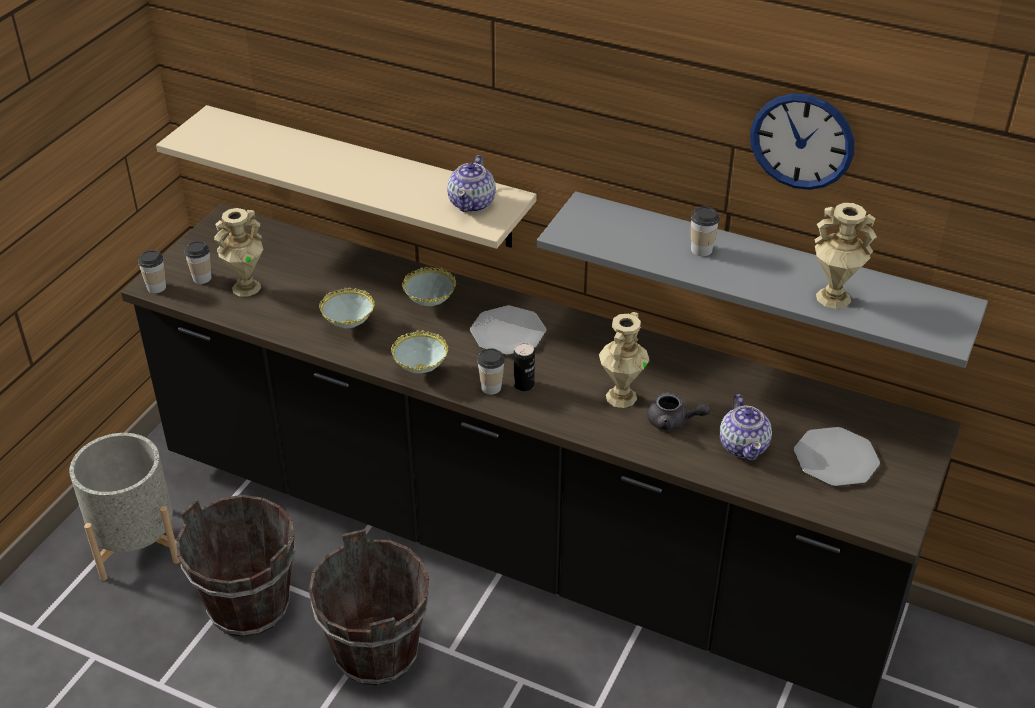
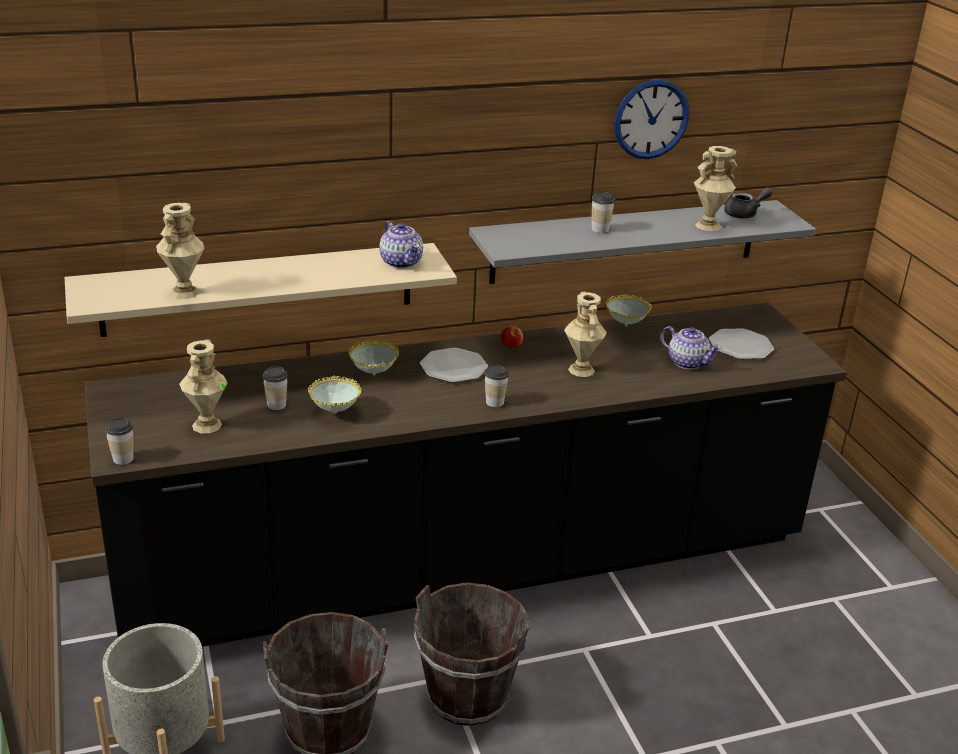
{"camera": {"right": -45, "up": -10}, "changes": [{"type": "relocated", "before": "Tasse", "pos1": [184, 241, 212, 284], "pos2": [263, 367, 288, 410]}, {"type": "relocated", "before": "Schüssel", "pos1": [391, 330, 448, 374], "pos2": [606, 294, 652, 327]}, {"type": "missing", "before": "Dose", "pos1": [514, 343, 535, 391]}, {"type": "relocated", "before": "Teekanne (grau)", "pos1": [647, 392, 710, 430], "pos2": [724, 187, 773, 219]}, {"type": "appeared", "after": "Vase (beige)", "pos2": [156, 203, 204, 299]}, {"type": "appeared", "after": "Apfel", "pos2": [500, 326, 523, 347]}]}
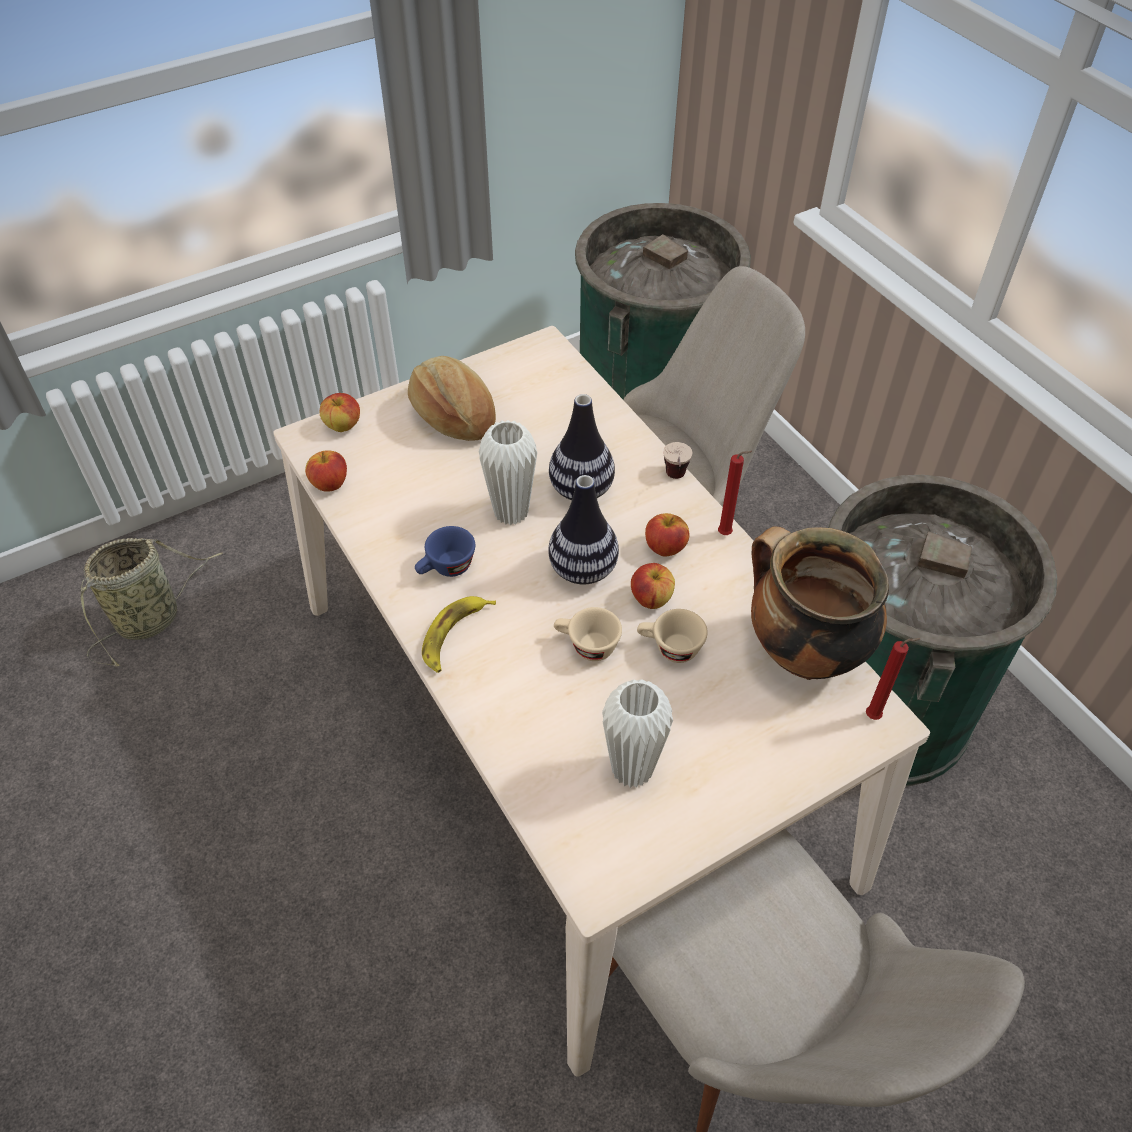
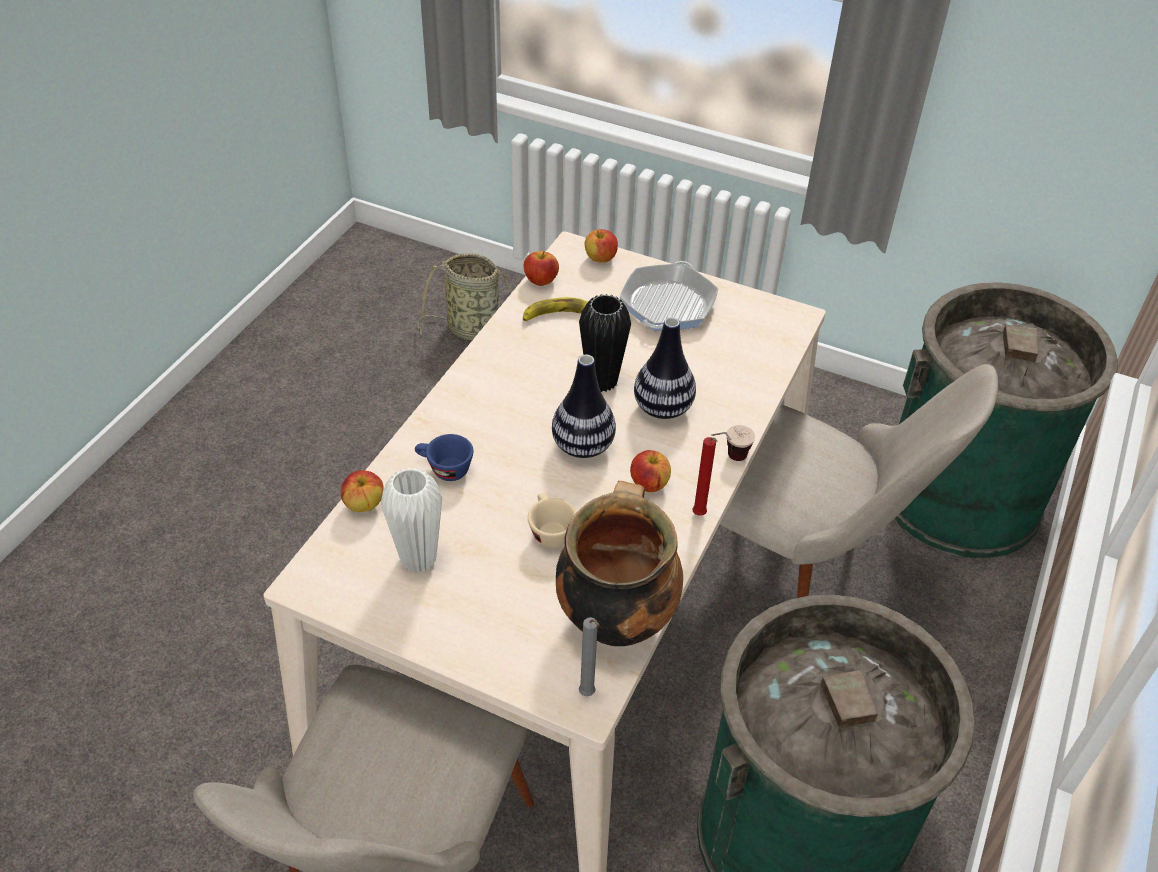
{"camera": {"right": 55, "up": -5}, "changes": [{"type": "exchanged", "before": "Brot", "after": "Pfanne", "pos1": [408, 356, 496, 441], "pos2": [620, 261, 718, 331]}, {"type": "relocated", "before": "Tasse (blau)", "pos1": [415, 526, 475, 577], "pos2": [415, 434, 473, 481]}, {"type": "relocated", "before": "Banane", "pos1": [422, 596, 496, 673], "pos2": [523, 297, 588, 321]}, {"type": "colour", "before": "Vase (weiß)", "after": "Vase (schwarz)", "pos1": [479, 420, 537, 525], "pos2": [579, 294, 631, 392]}, {"type": "missing", "before": "Tasse (beige)", "pos1": [554, 607, 622, 661]}, {"type": "relocated", "before": "Apfel", "pos1": [631, 563, 675, 609], "pos2": [341, 470, 384, 512]}, {"type": "colour", "before": "Kerze (rot)", "after": "Kerze (grau)", "pos1": [866, 638, 920, 720], "pos2": [579, 617, 599, 697]}]}
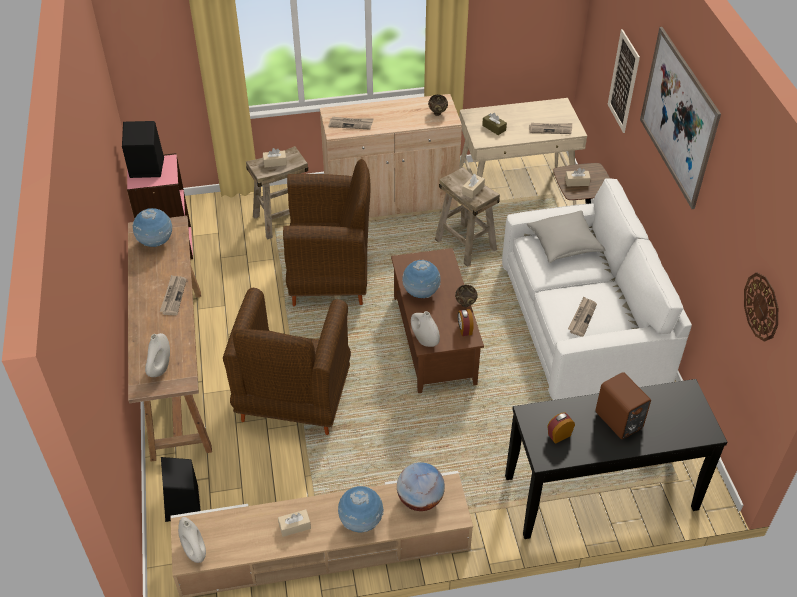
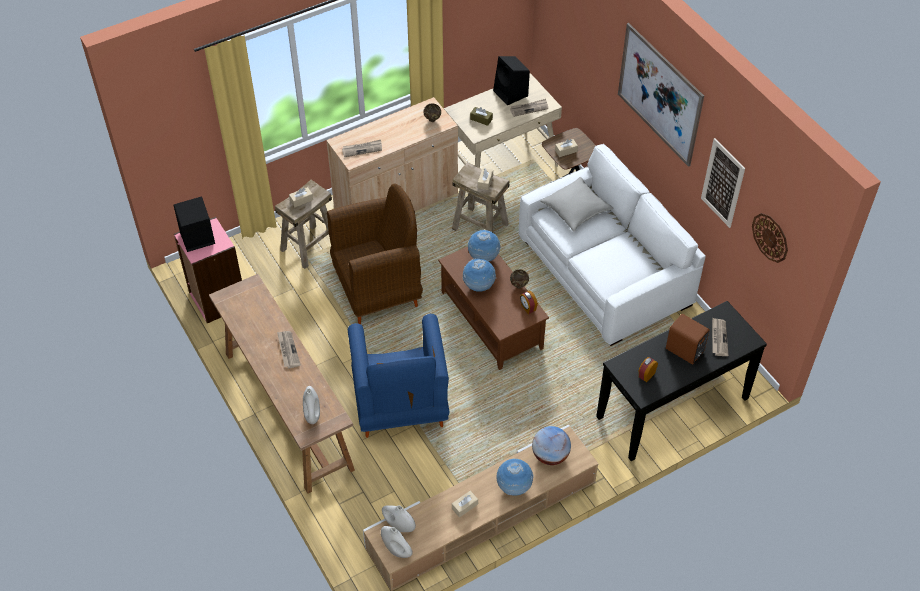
{"camera": {"right": -20, "up": 5}, "changes": [{"type": "relocated", "before": "Globus", "pos1": [133, 208, 172, 247], "pos2": [468, 230, 501, 261]}, {"type": "relocated", "before": "Lautsprecher (schwarz)", "pos1": [161, 457, 201, 522], "pos2": [493, 56, 530, 105]}, {"type": "colour", "before": "Sessel (braun)", "after": "Sessel (blau)", "pos1": [223, 288, 351, 435], "pos2": [348, 314, 450, 438]}, {"type": "relocated", "before": "Vase (weiß)", "pos1": [411, 311, 440, 347], "pos2": [382, 505, 416, 532]}, {"type": "relocated", "before": "Zeitung", "pos1": [568, 297, 597, 337], "pos2": [712, 318, 729, 356]}, {"type": "relocated", "before": "Bild", "pos1": [608, 29, 640, 133], "pos2": [701, 138, 745, 228]}]}
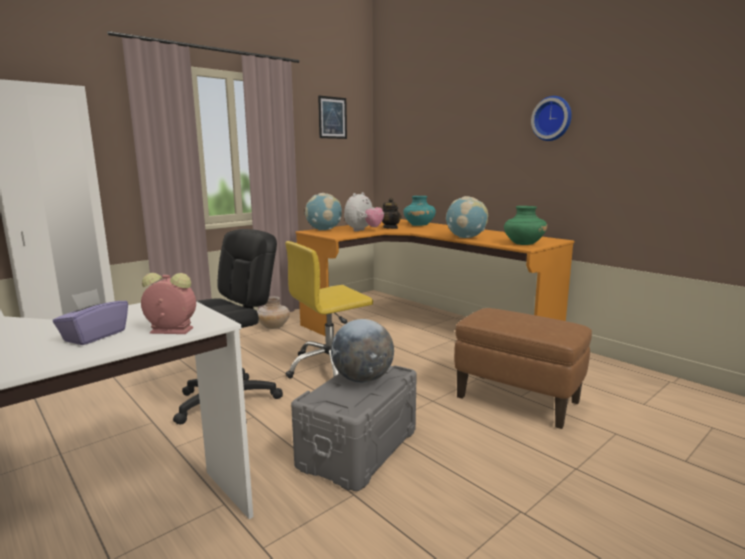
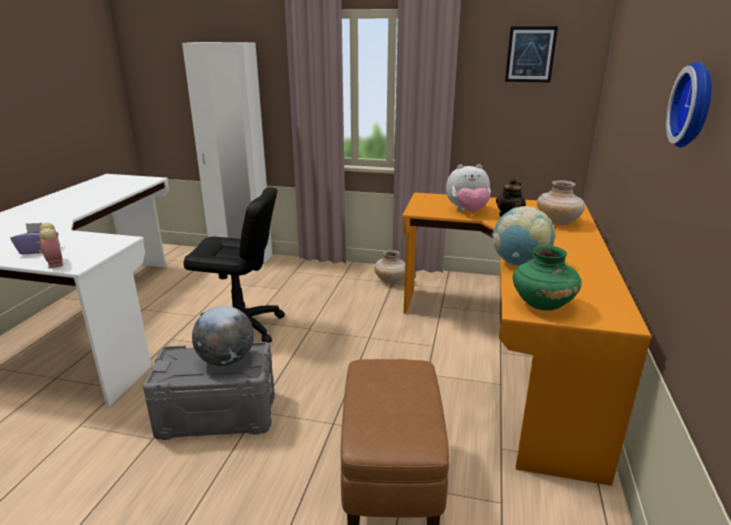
{"camera": {"right": 55, "up": 10}, "changes": [{"type": "missing", "before": "Bürostuhl (gelb)", "pos1": [285, 241, 373, 379]}, {"type": "missing", "before": "Globus", "pos1": [305, 193, 342, 231]}, {"type": "colour", "before": "Vase (türkis)", "after": "Vase (beige)", "pos1": [404, 196, 436, 226], "pos2": [537, 181, 585, 225]}]}
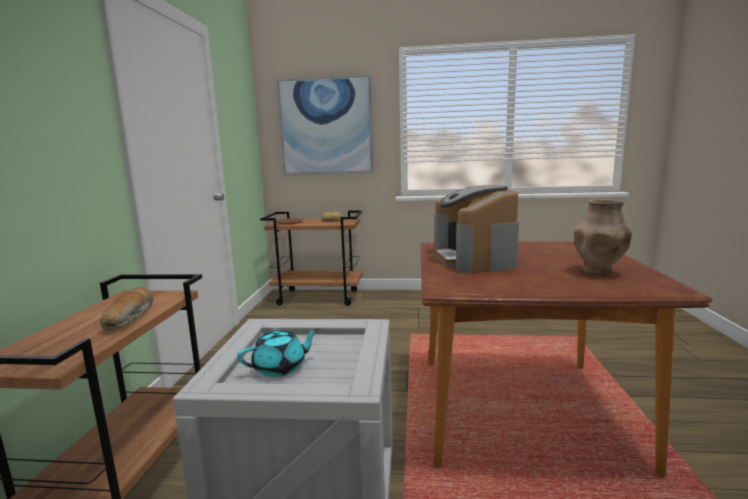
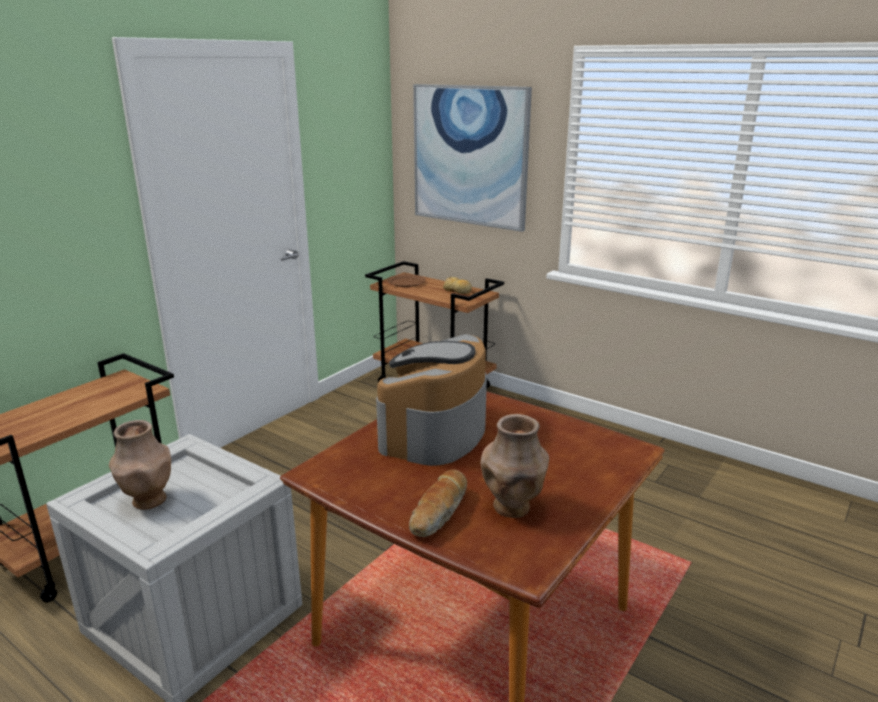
{"camera": {"right": 30, "up": 10}, "changes": [{"type": "relocated", "before": "Brot", "pos1": [100, 287, 153, 331], "pos2": [409, 469, 467, 537]}, {"type": "exchanged", "before": "Teekanne (türkis)", "after": "Vase (braun)", "pos1": [237, 329, 319, 377], "pos2": [109, 420, 171, 510]}]}
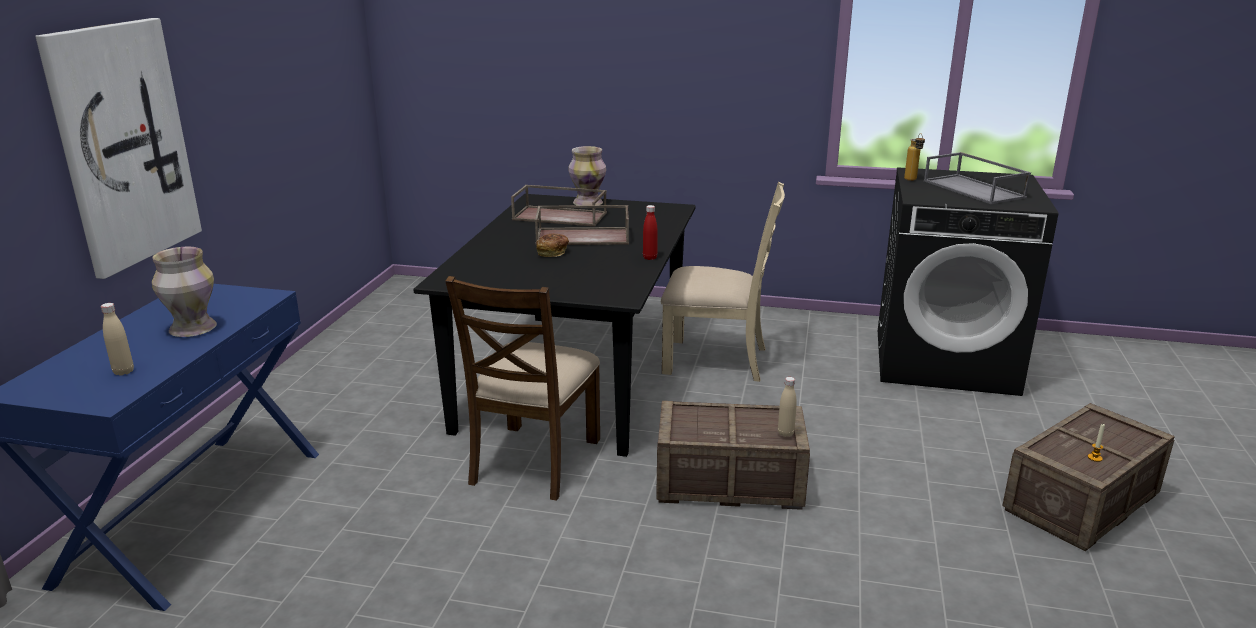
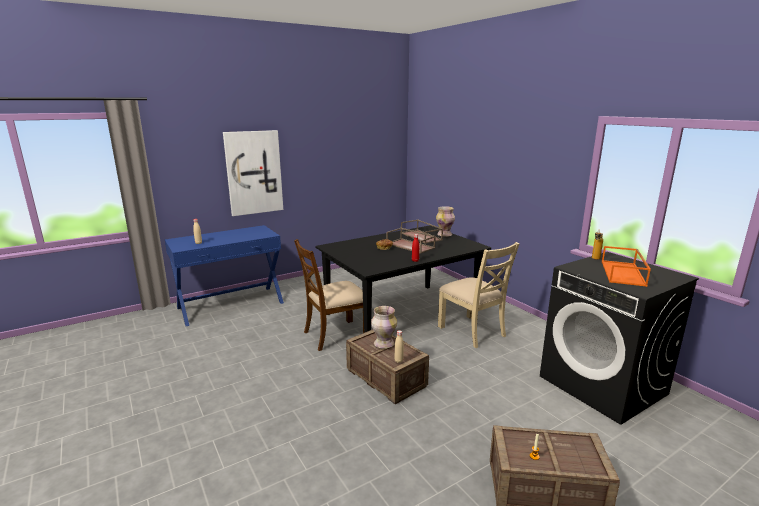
{"camera": {"right": 45, "up": -5}, "changes": [{"type": "relocated", "before": "Vase", "pos1": [152, 247, 217, 337], "pos2": [371, 306, 397, 349]}, {"type": "colour", "before": "Tablett (grau)", "after": "Tablett (orange)", "pos1": [924, 152, 1031, 204], "pos2": [602, 246, 651, 287]}]}
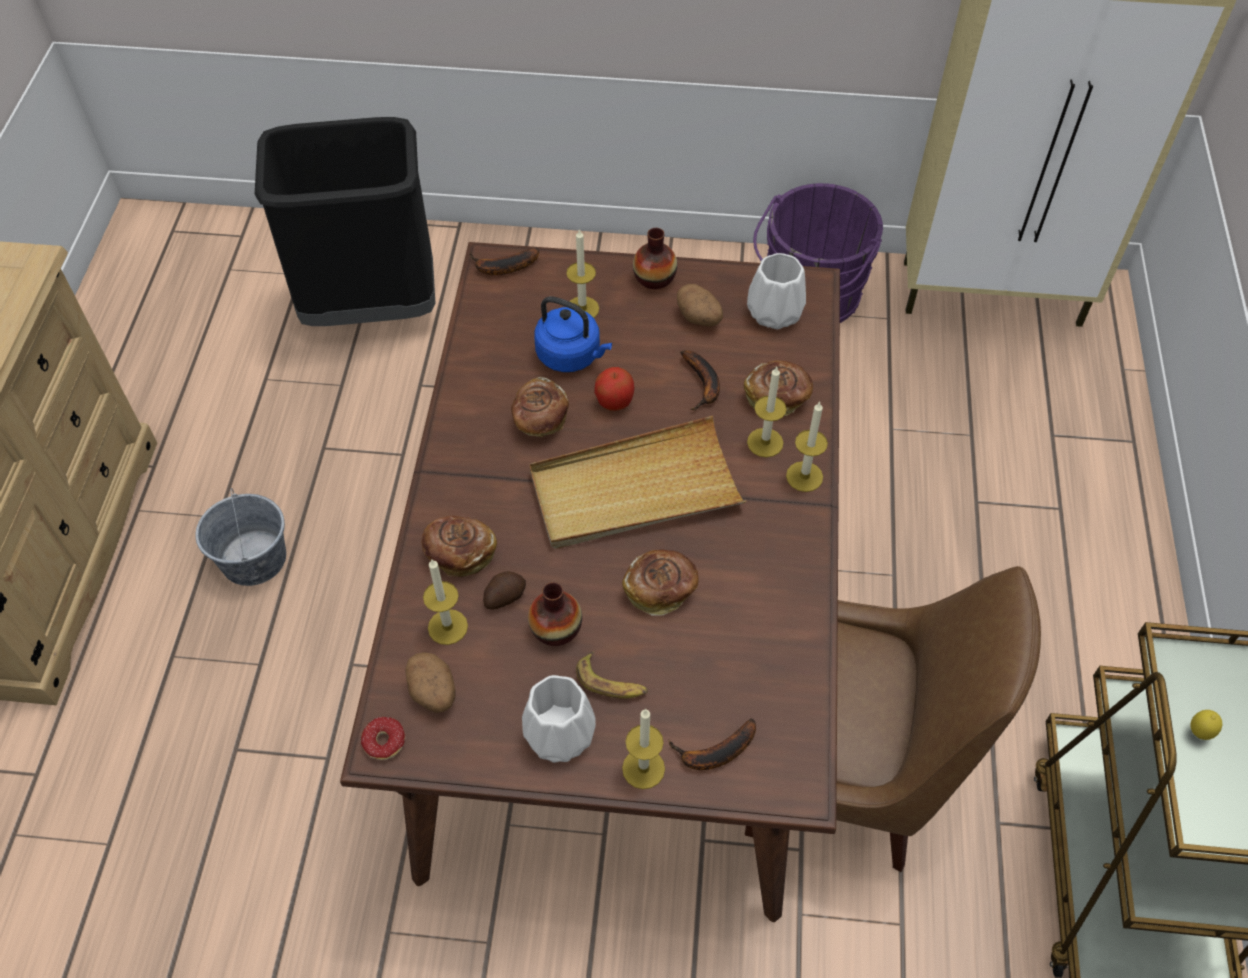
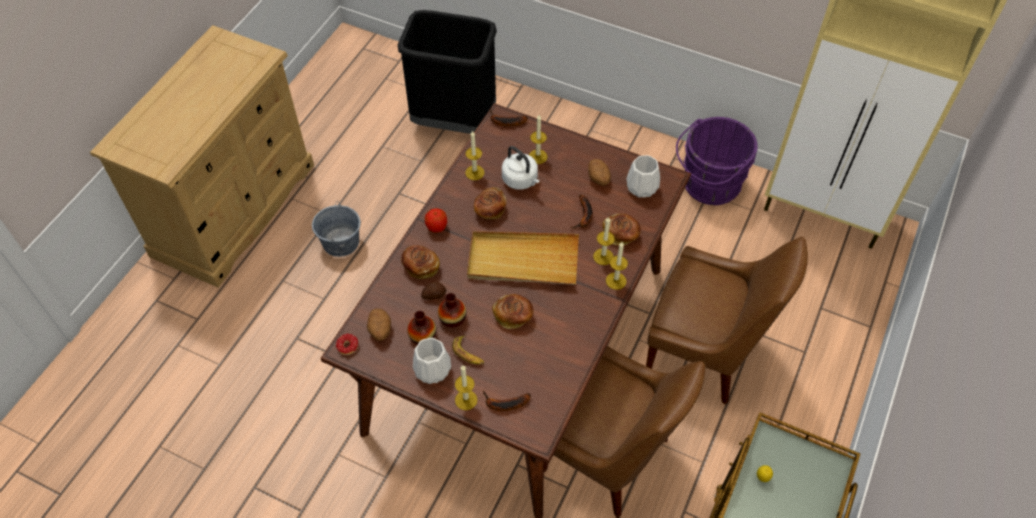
{"camera": {"right": 20, "up": 0}, "changes": [{"type": "relocated", "before": "Kerze", "pos1": [423, 559, 468, 645], "pos2": [465, 130, 484, 180]}, {"type": "colour", "before": "Wasserkessel (blau)", "after": "Wasserkessel (weiß)", "pos1": [534, 296, 612, 372], "pos2": [502, 146, 540, 190]}, {"type": "relocated", "before": "Apfel", "pos1": [594, 367, 635, 411], "pos2": [425, 208, 447, 233]}, {"type": "relocated", "before": "Vase", "pos1": [633, 228, 677, 289], "pos2": [407, 311, 437, 345]}, {"type": "appeared", "after": "Stuhl (braun)", "pos2": [646, 237, 808, 405]}]}
